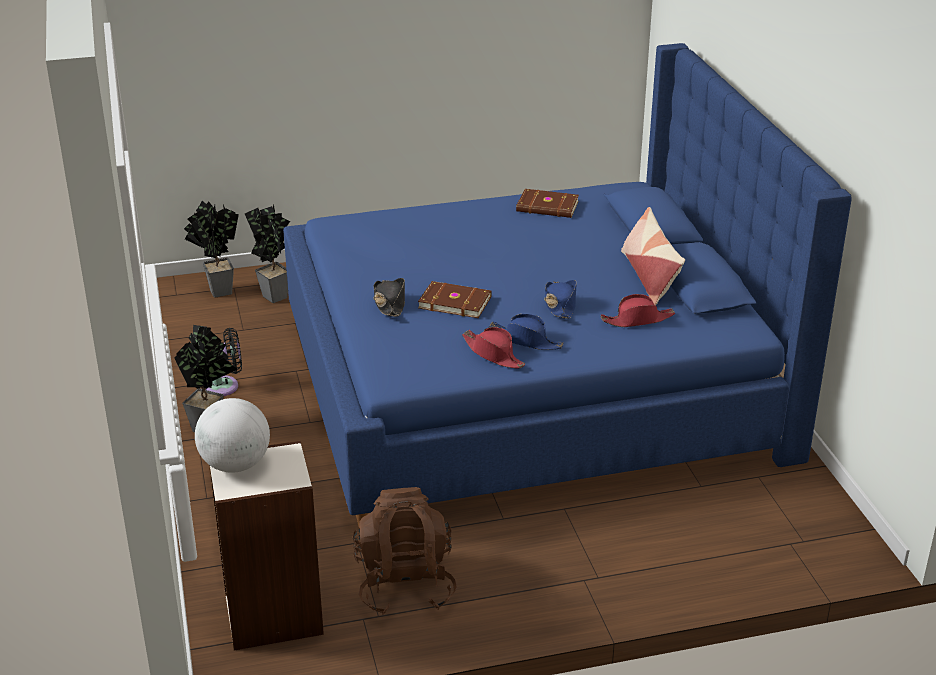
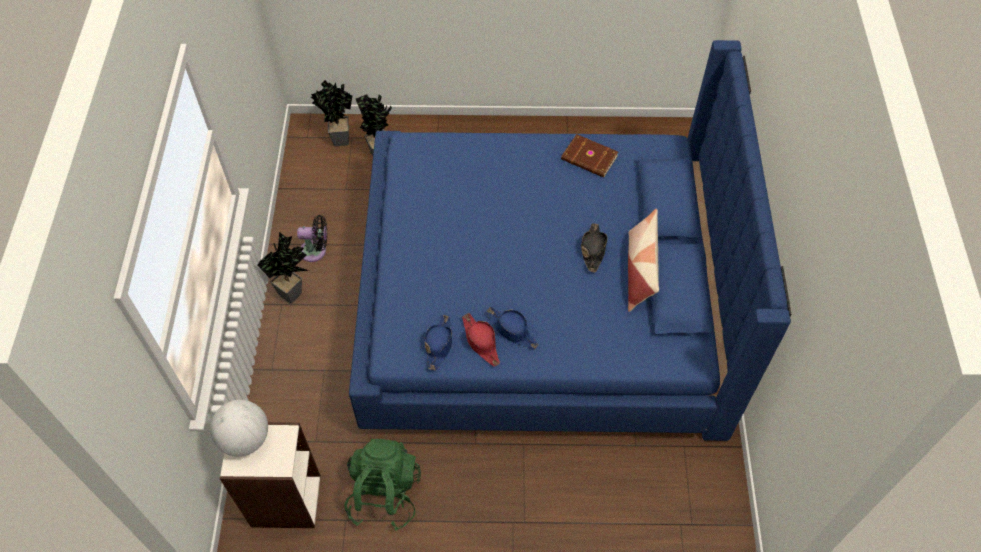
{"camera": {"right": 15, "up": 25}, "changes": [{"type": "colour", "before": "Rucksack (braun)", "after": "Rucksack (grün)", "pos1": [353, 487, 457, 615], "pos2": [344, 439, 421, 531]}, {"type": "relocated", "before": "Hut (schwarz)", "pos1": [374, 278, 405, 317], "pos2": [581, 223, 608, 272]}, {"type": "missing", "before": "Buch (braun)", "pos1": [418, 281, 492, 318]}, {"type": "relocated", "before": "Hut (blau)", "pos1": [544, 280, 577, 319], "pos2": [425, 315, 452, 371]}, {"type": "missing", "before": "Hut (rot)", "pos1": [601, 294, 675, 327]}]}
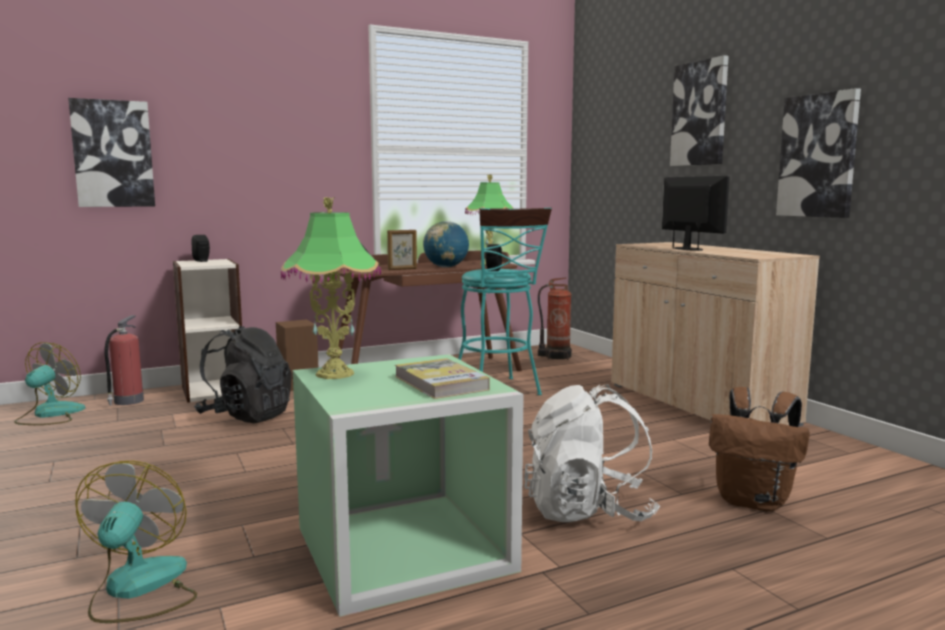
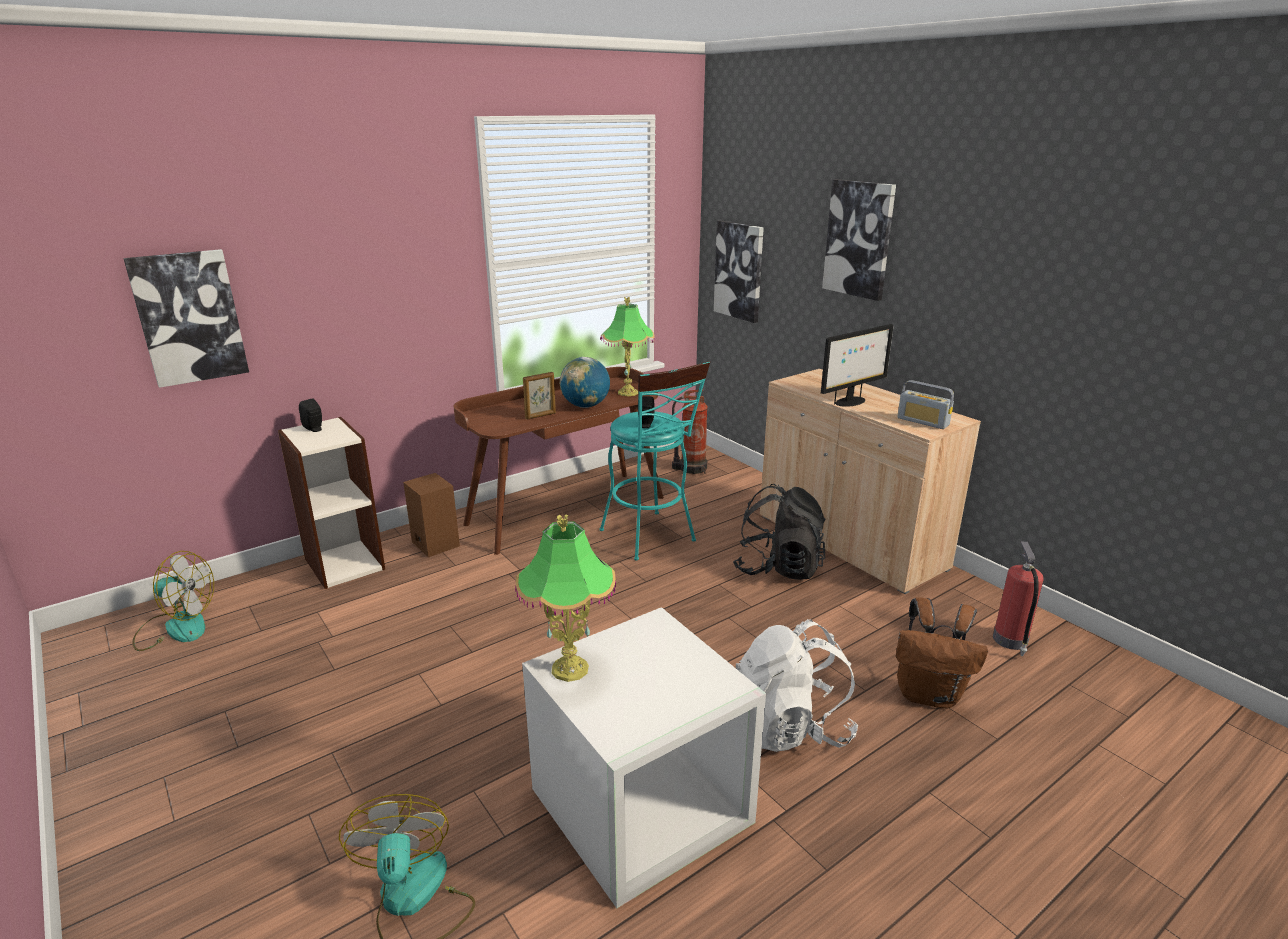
{"camera": {"right": -10, "up": 15}, "changes": [{"type": "spun", "before": "Ventilator", "pos1": [14, 342, 85, 425], "pos2": [132, 551, 214, 651], "turn": 90}, {"type": "relocated", "before": "Feuerlöscher", "pos1": [104, 315, 144, 406], "pos2": [993, 542, 1044, 656]}, {"type": "relocated", "before": "Rucksack (schwarz)", "pos1": [194, 326, 292, 423], "pos2": [733, 484, 825, 580]}, {"type": "colour", "before": "Aufbewahrungsbox (grün)", "after": "Aufbewahrungsbox (weiß)", "pos1": [293, 354, 524, 617], "pos2": [522, 607, 766, 908]}, {"type": "missing", "before": "Buch", "pos1": [395, 358, 490, 399]}, {"type": "spun", "before": "Monitor", "pos1": [662, 176, 730, 251], "pos2": [821, 324, 894, 407], "turn": 90}, {"type": "relocated", "before": "Bild", "pos1": [776, 88, 861, 218], "pos2": [714, 221, 764, 323]}, {"type": "appeared", "after": "Radio", "pos2": [897, 380, 954, 429]}]}
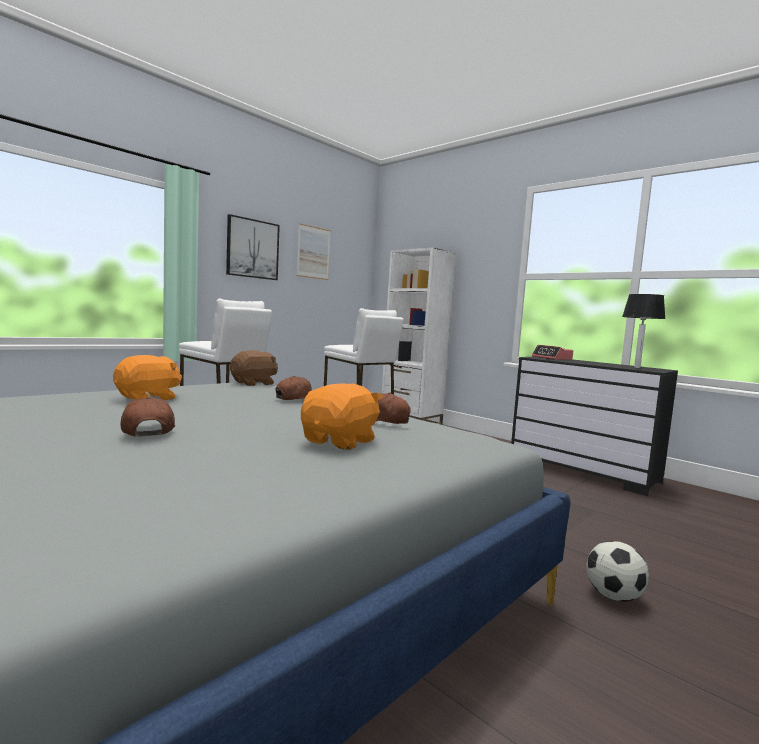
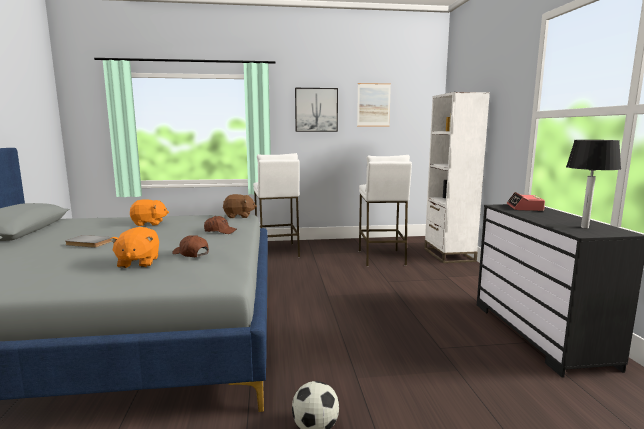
{"camera": {"right": 40, "up": 5}, "changes": [{"type": "exchanged", "before": "Kappe (braun)", "after": "Buch (grau)", "pos1": [121, 397, 175, 437], "pos2": [65, 235, 112, 248]}, {"type": "spun", "before": "Plüschtier (orange)", "pos1": [301, 383, 383, 450], "pos2": [110, 227, 159, 268], "turn": 105}]}
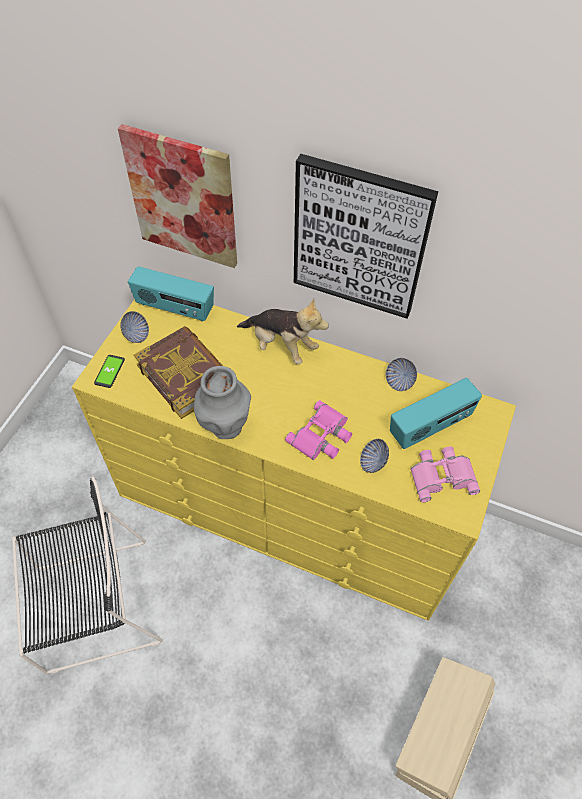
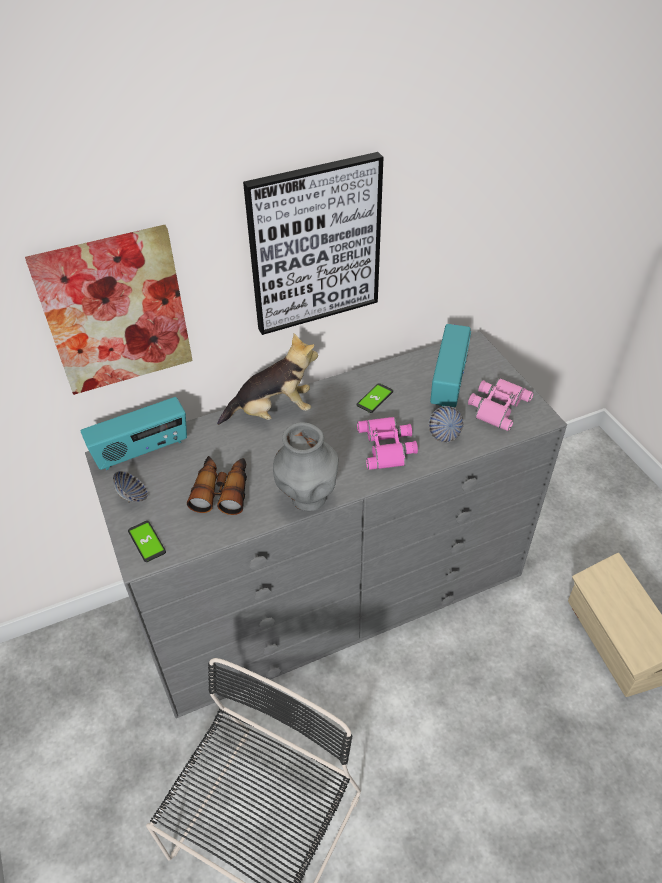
{"camera": {"right": -45, "up": -10}, "changes": [{"type": "colour", "before": "Kommode (gelb)", "after": "Kommode (grau)", "pos1": [72, 299, 516, 620], "pos2": [85, 331, 567, 718]}, {"type": "exchanged", "before": "Buch", "after": "Fernglas", "pos1": [134, 326, 223, 419], "pos2": [187, 456, 247, 515]}, {"type": "missing", "before": "Schüssel", "pos1": [386, 358, 417, 391]}, {"type": "appeared", "after": "Handy", "pos2": [356, 383, 393, 413]}]}
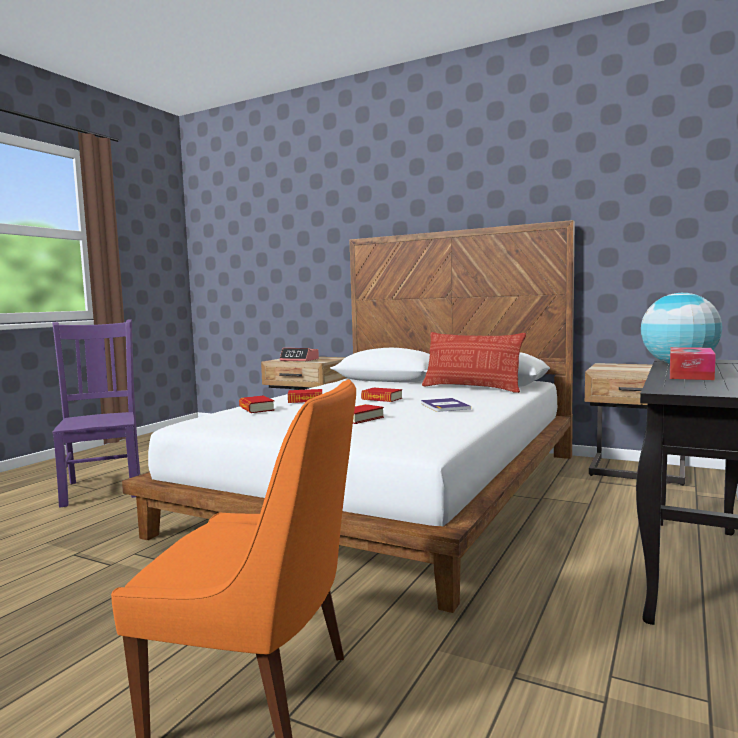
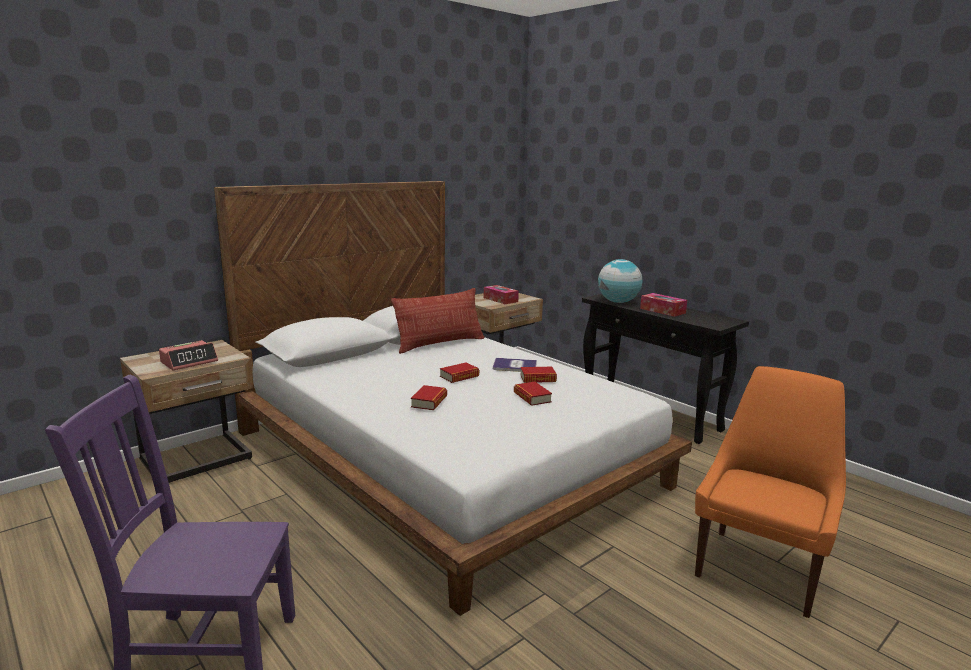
{"camera": {"right": -70, "up": 10}, "changes": [{"type": "relocated", "before": "Buch", "pos1": [239, 396, 275, 413], "pos2": [520, 367, 557, 383]}, {"type": "appeared", "after": "Taschentuchbox", "pos2": [484, 285, 519, 304]}]}
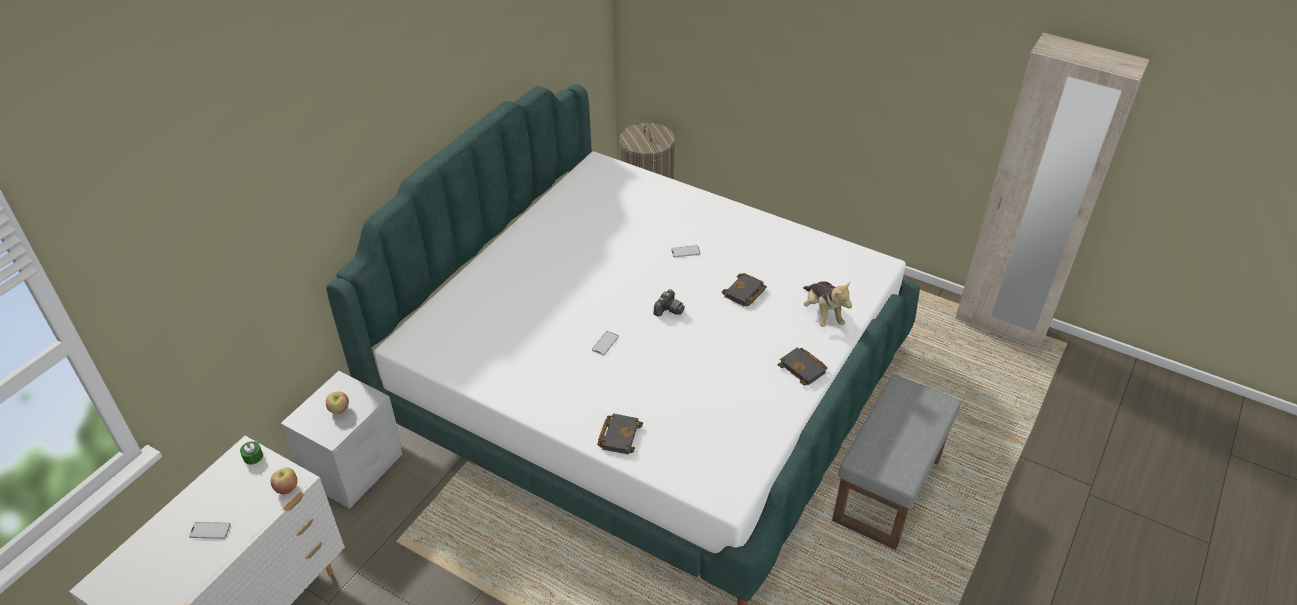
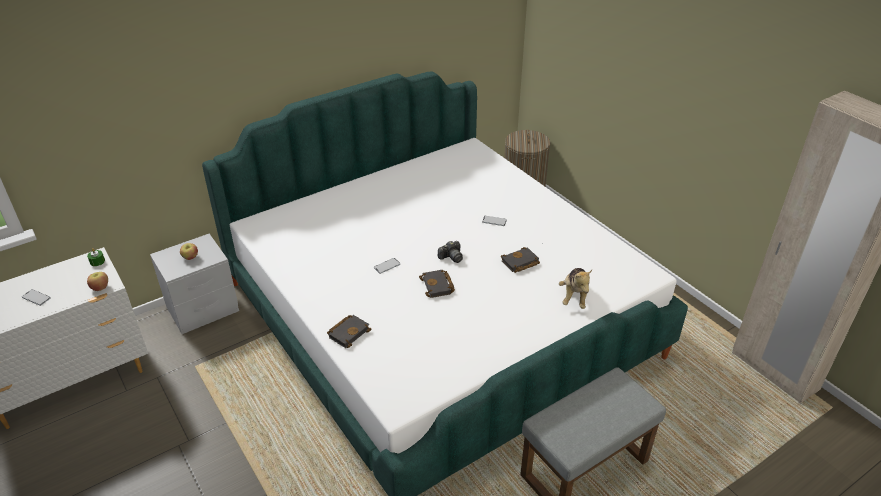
{"camera": {"right": 25, "up": -5}, "changes": [{"type": "relocated", "before": "Buch (schwarz)", "pos1": [778, 348, 828, 386], "pos2": [419, 270, 455, 298]}]}
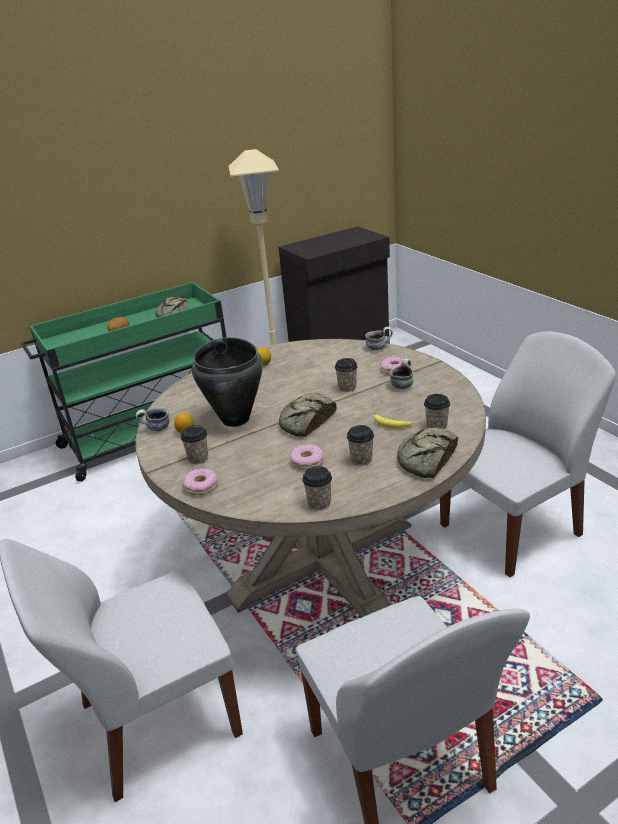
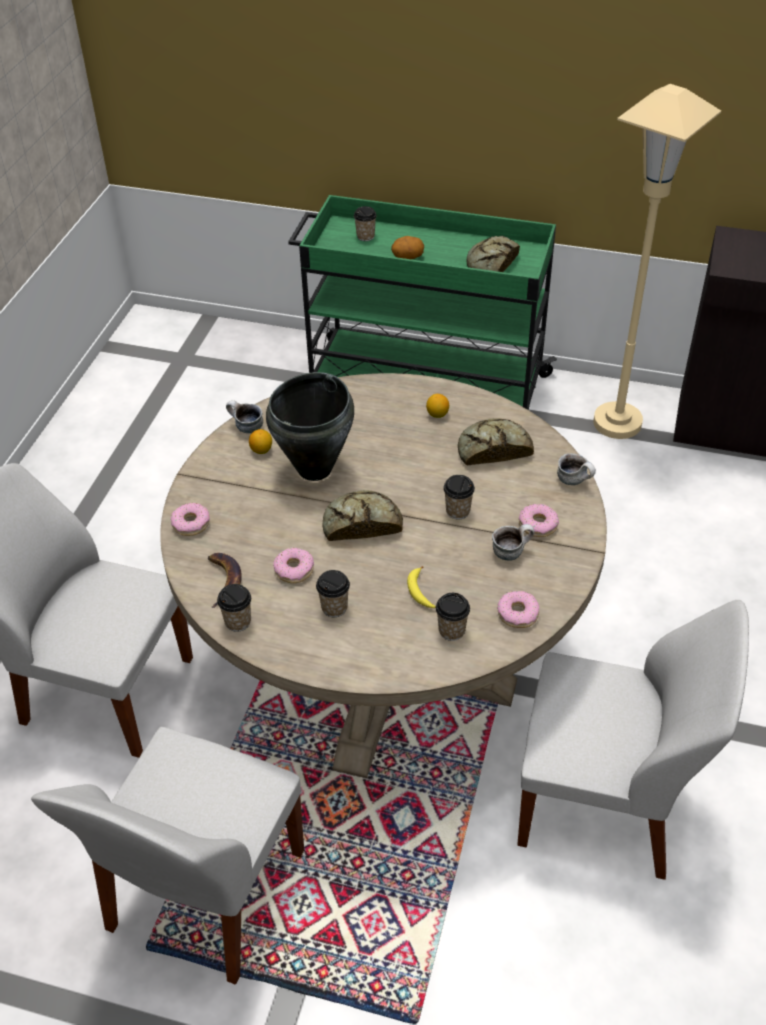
{"camera": {"right": 45, "up": 15}, "changes": [{"type": "relocated", "before": "Tasse", "pos1": [181, 425, 208, 464], "pos2": [354, 206, 377, 241]}, {"type": "relocated", "before": "Brot", "pos1": [398, 427, 458, 478], "pos2": [458, 418, 534, 465]}, {"type": "appeared", "after": "Banane", "pos2": [207, 553, 242, 608]}, {"type": "appeared", "after": "Donut", "pos2": [497, 591, 539, 628]}]}
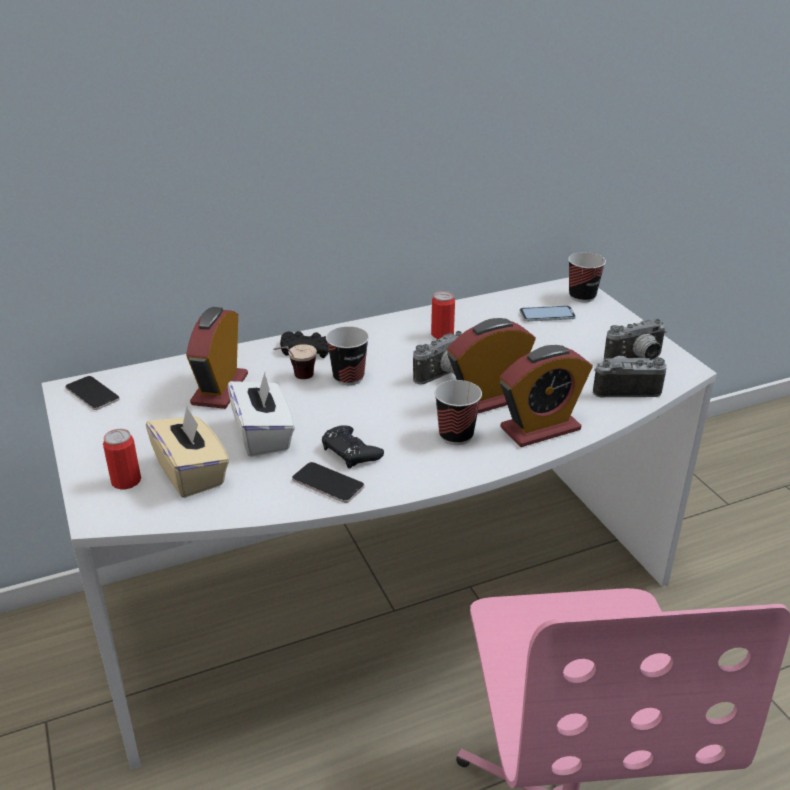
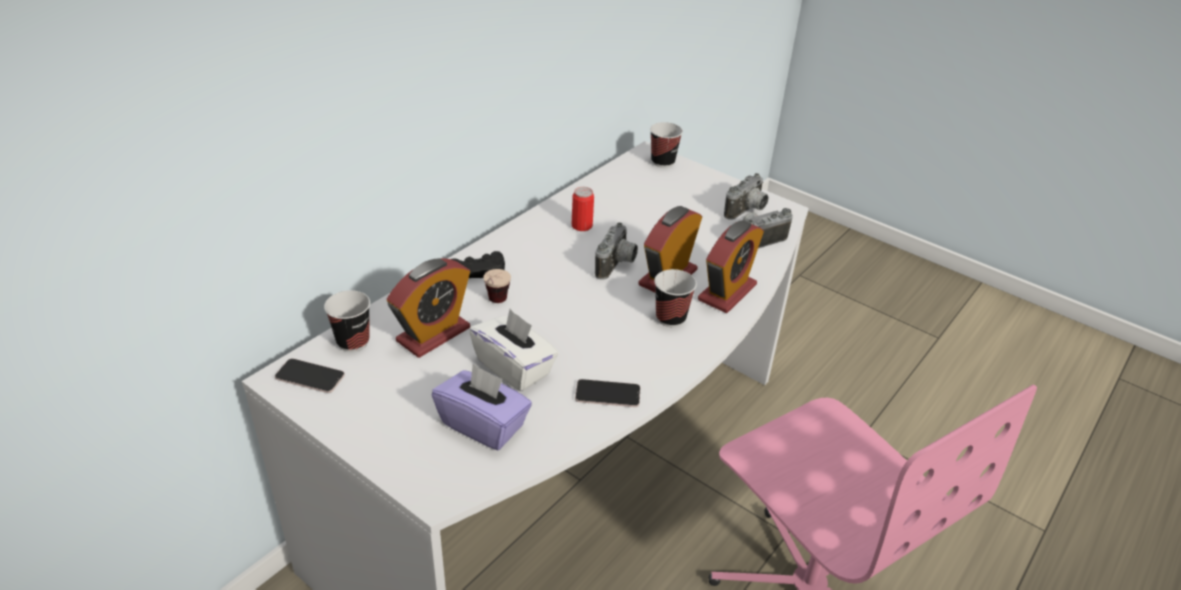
{"camera": {"right": -30, "up": 5}, "changes": [{"type": "missing", "before": "Dose", "pos1": [103, 429, 141, 490]}, {"type": "colour", "before": "Taschentuchbox (beige)", "after": "Taschentuchbox (lila)", "pos1": [146, 406, 229, 498], "pos2": [432, 364, 532, 450]}, {"type": "spun", "before": "Wecker", "pos1": [186, 307, 248, 409], "pos2": [387, 258, 470, 358], "turn": -120}, {"type": "missing", "before": "Gamepad (schwarz)", "pos1": [322, 425, 384, 468]}, {"type": "relocated", "before": "Tasse", "pos1": [326, 326, 369, 385], "pos2": [324, 290, 370, 352]}, {"type": "missing", "before": "Handy", "pos1": [520, 306, 576, 322]}]}
